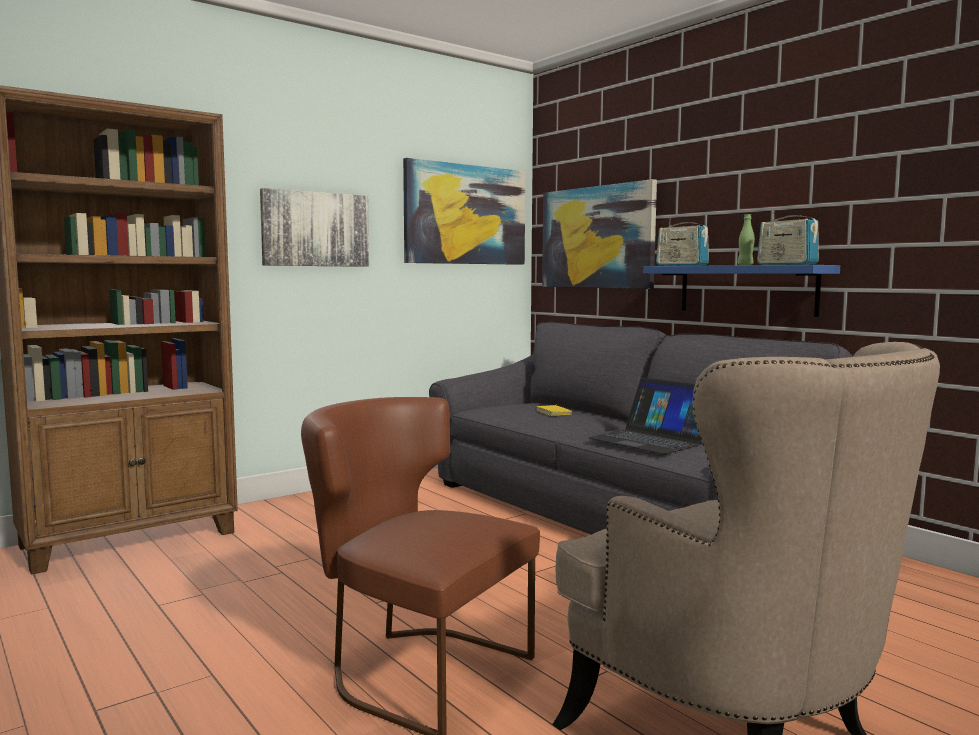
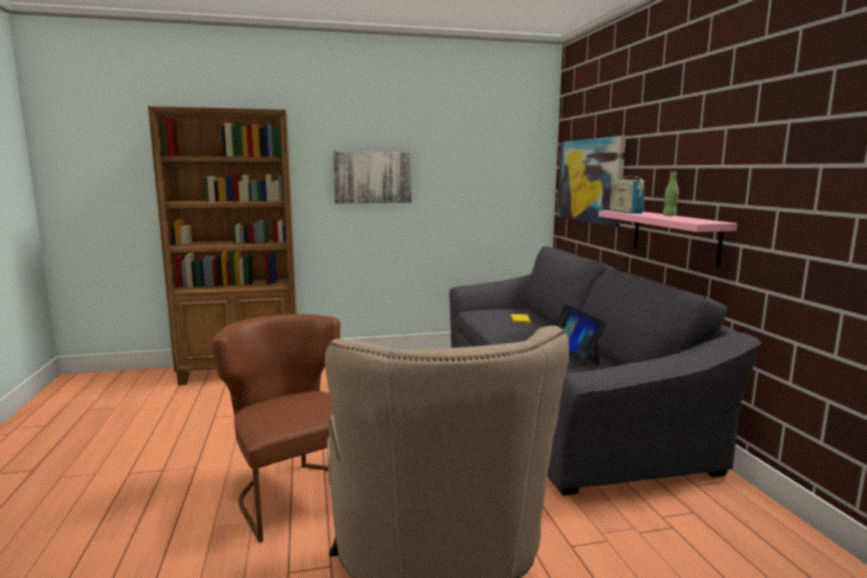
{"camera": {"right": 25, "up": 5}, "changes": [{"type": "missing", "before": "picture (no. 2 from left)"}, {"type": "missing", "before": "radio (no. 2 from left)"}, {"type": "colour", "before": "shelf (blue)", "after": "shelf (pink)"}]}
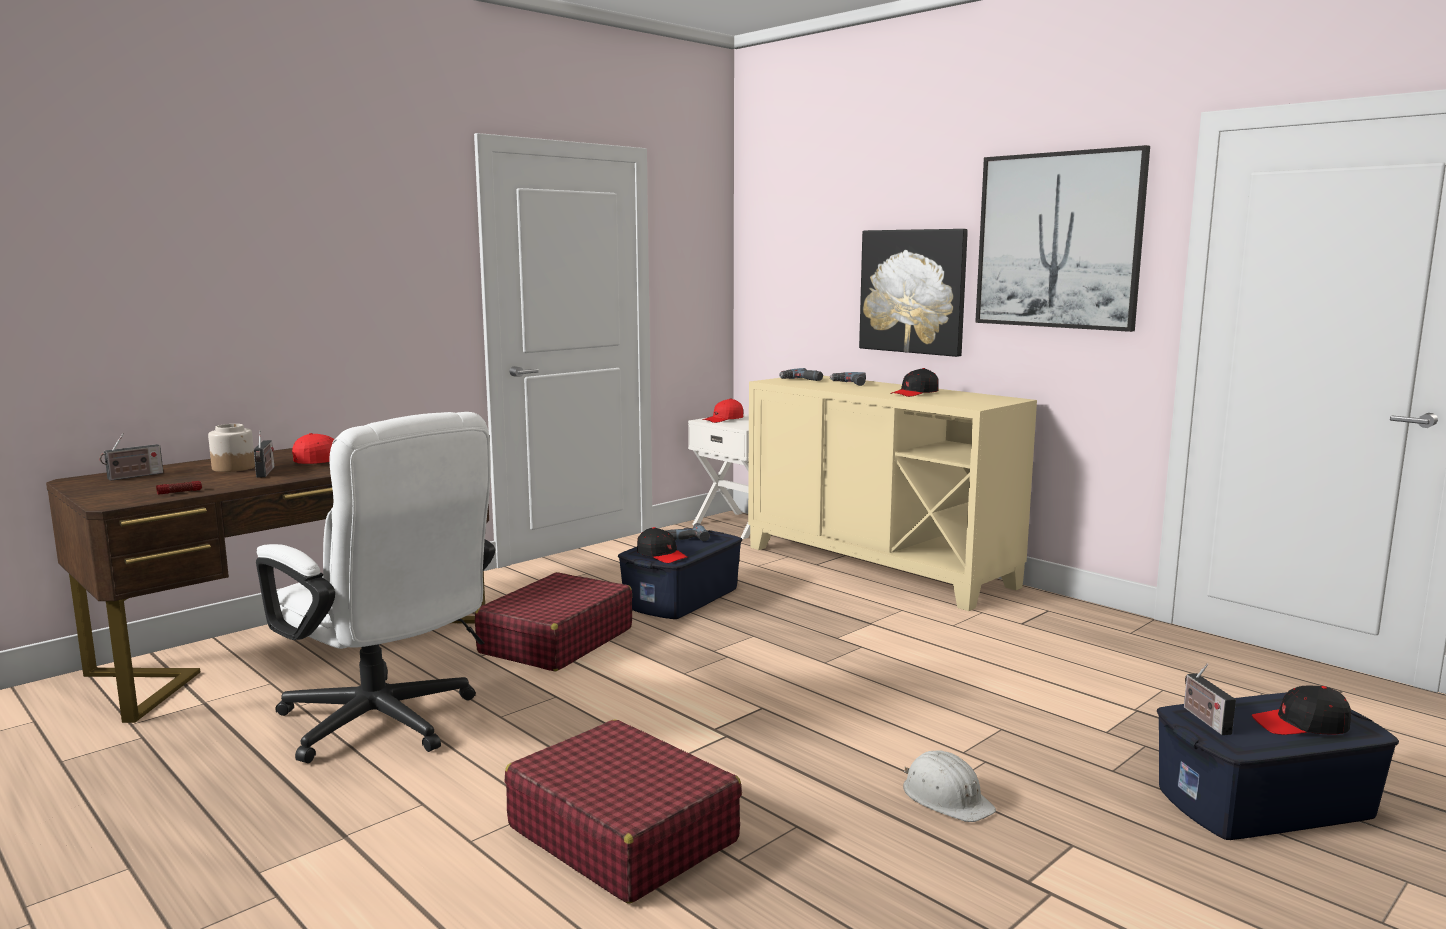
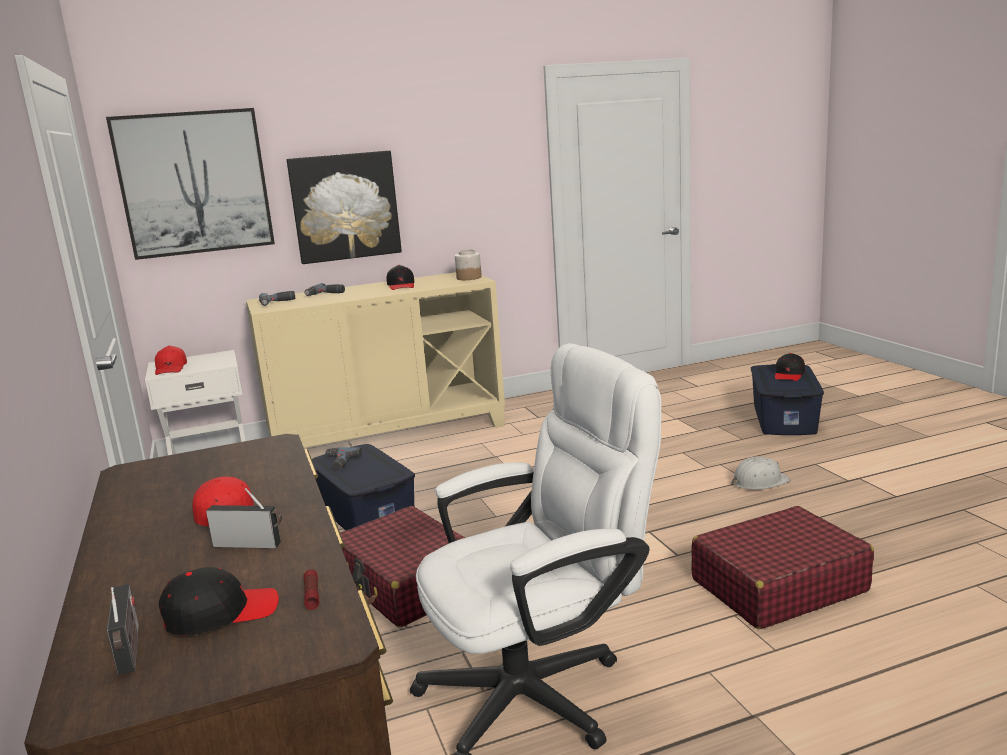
{"camera": {"right": -65, "up": 5}, "changes": [{"type": "relocated", "before": "picture (no. 2 from left in the first image)", "after": "picture (no. 1 from left)"}, {"type": "relocated", "before": "jar"}, {"type": "relocated", "before": "cap (black) (no. 1 from left)"}, {"type": "missing", "before": "radio (no. 3 from left)"}]}
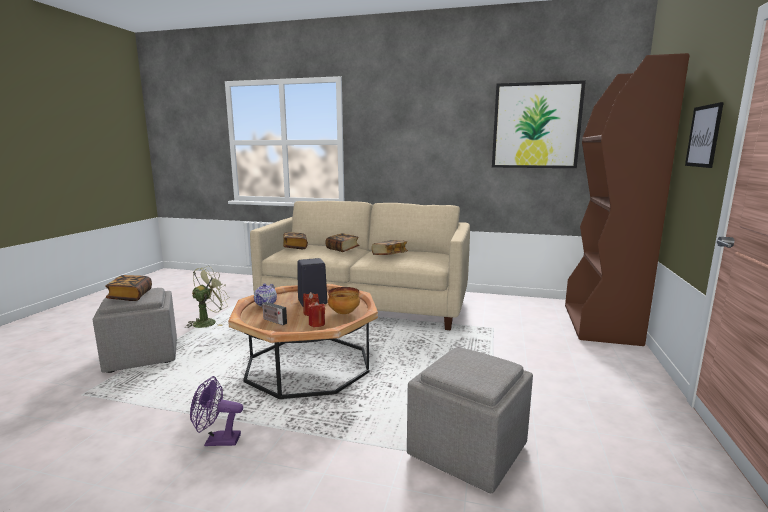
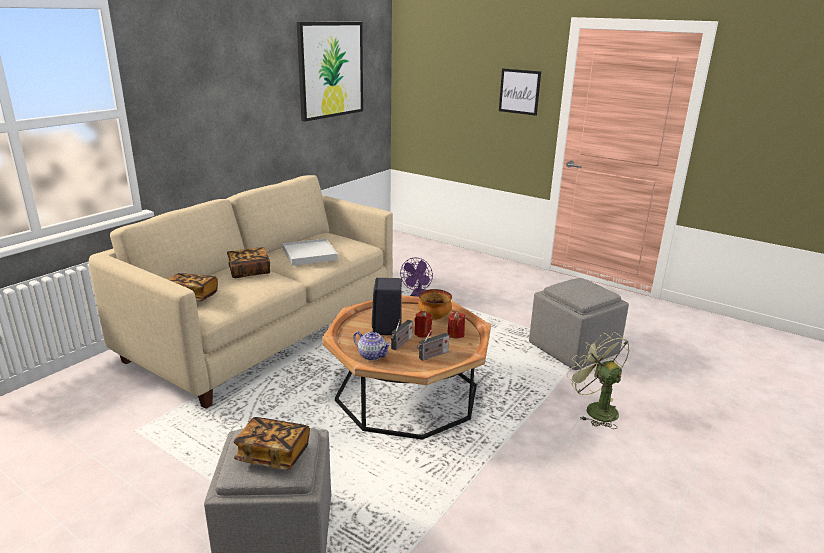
{"camera": {"right": -70, "up": 10}, "changes": [{"type": "missing", "before": "bookcase (brown)"}, {"type": "exchanged", "before": "book (no. 4 from left)", "after": "tray (white)"}, {"type": "relocated", "before": "fan (green)"}, {"type": "relocated", "before": "fan (purple)"}, {"type": "appeared", "after": "radio (no. 1 from left)"}]}
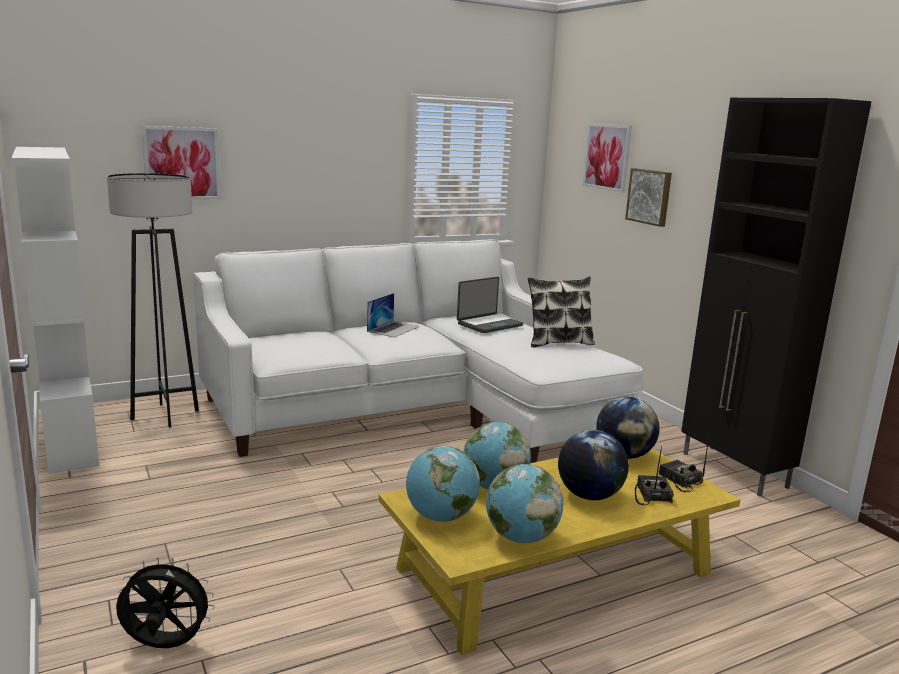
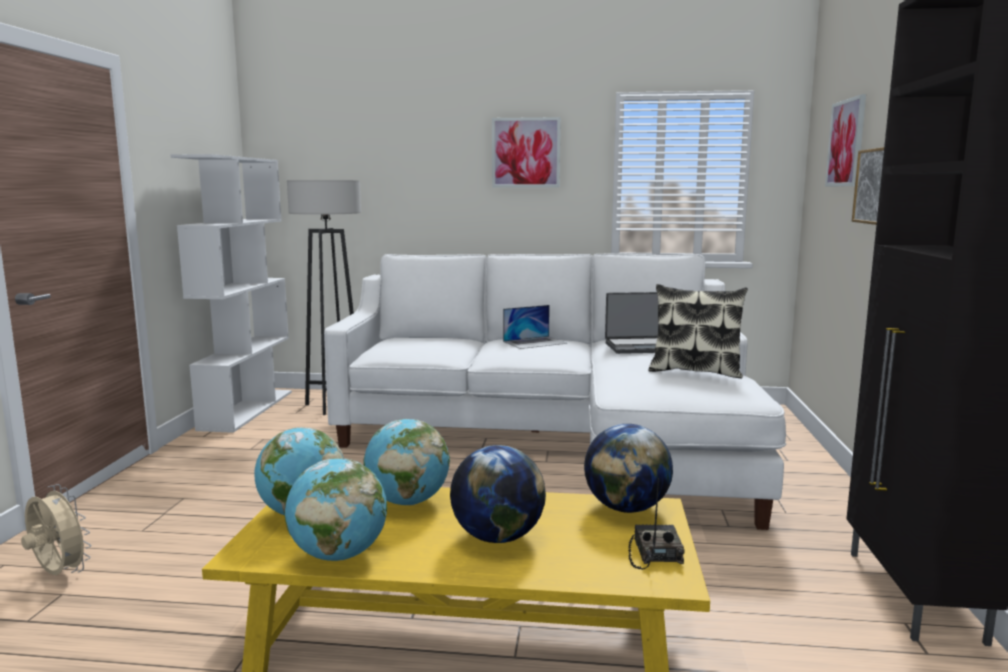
{"camera": {"right": 35, "up": -5}, "changes": [{"type": "relocated", "before": "picture (no. 1 from left)"}, {"type": "missing", "before": "radio (no. 1 from left)"}, {"type": "colour", "before": "fan (black)", "after": "fan (beige)"}]}
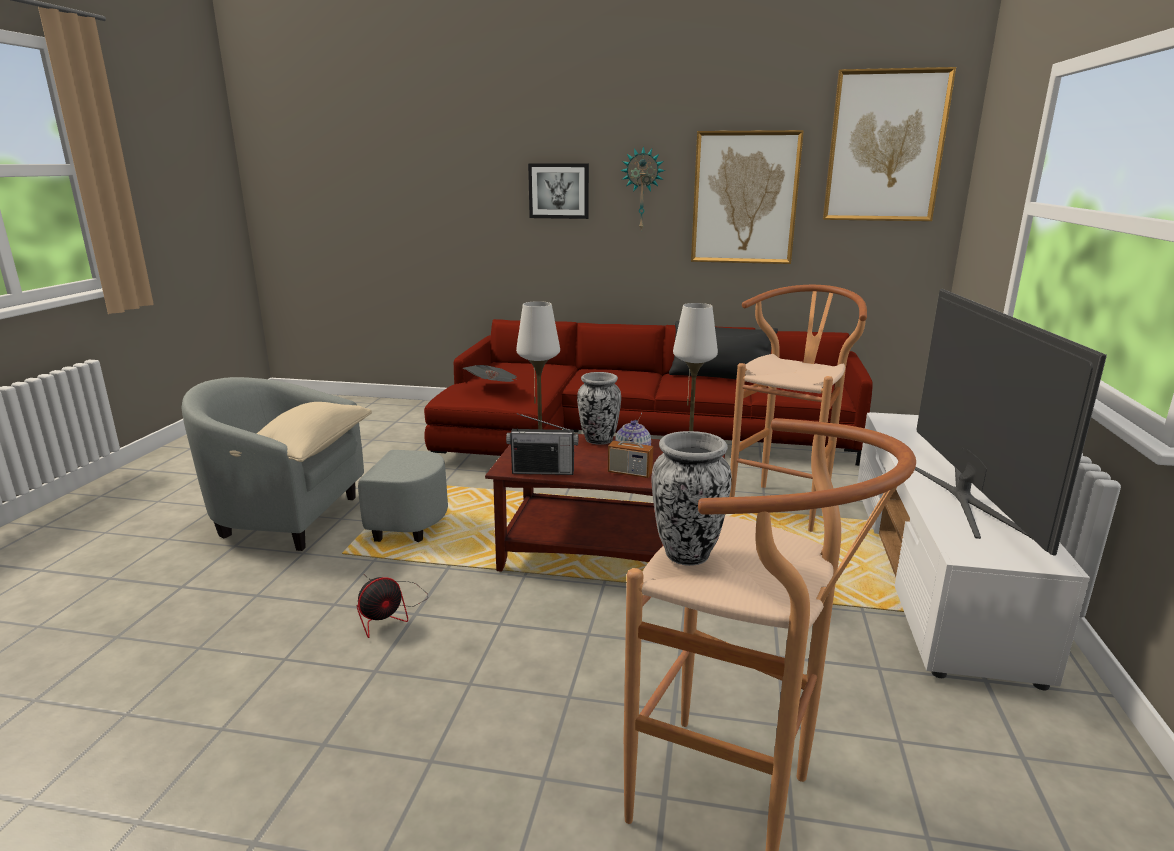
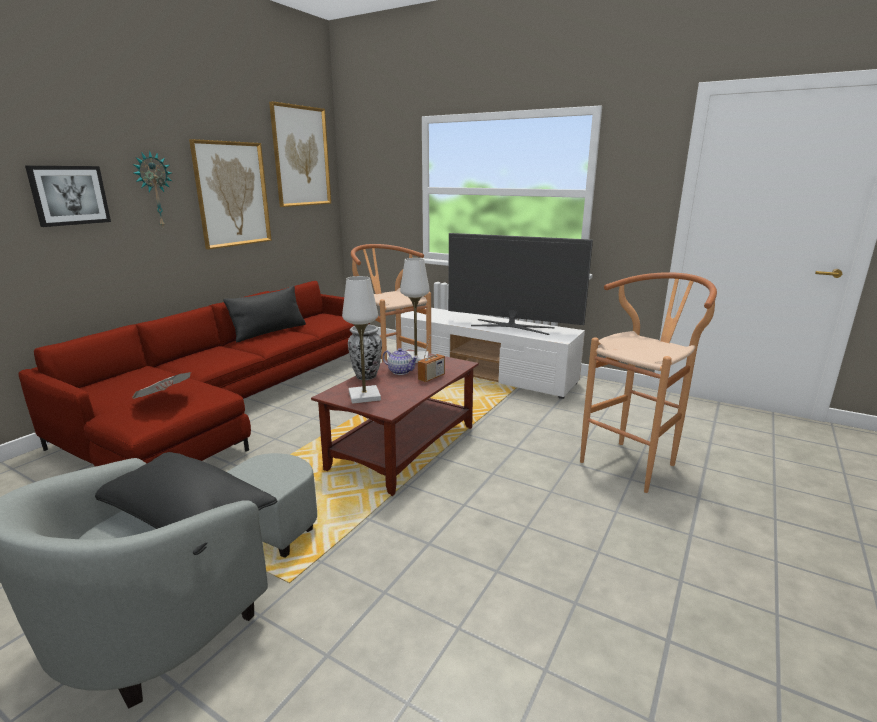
{"camera": {"right": -70, "up": 0}, "changes": [{"type": "colour", "before": "pillow (beige)", "after": "pillow (black) (no. 1 from left)"}, {"type": "missing", "before": "radio (no. 1 from left)"}, {"type": "missing", "before": "vase (no. 2 from left)"}, {"type": "missing", "before": "fan"}]}
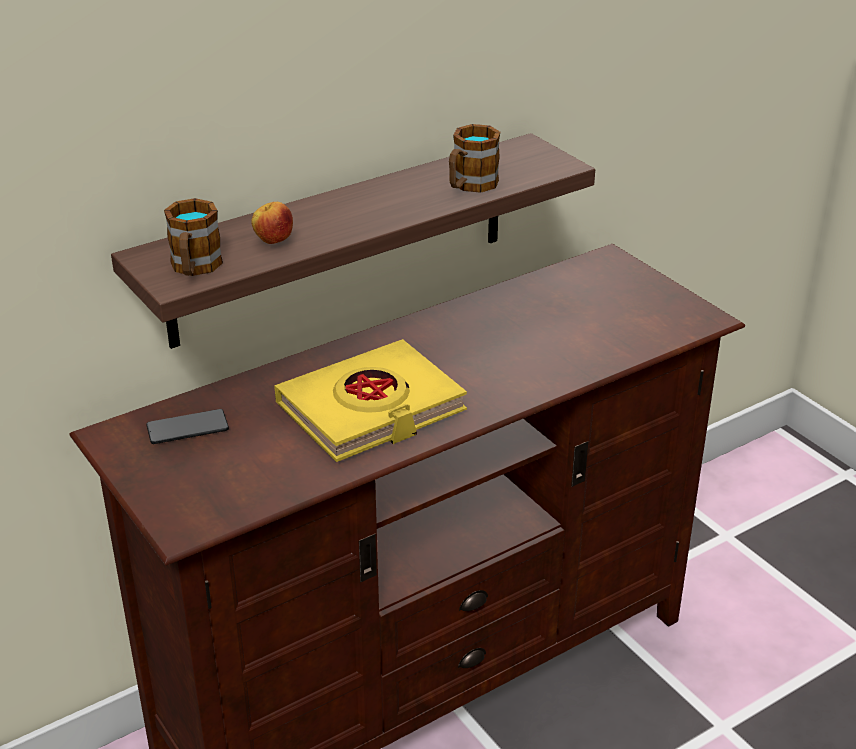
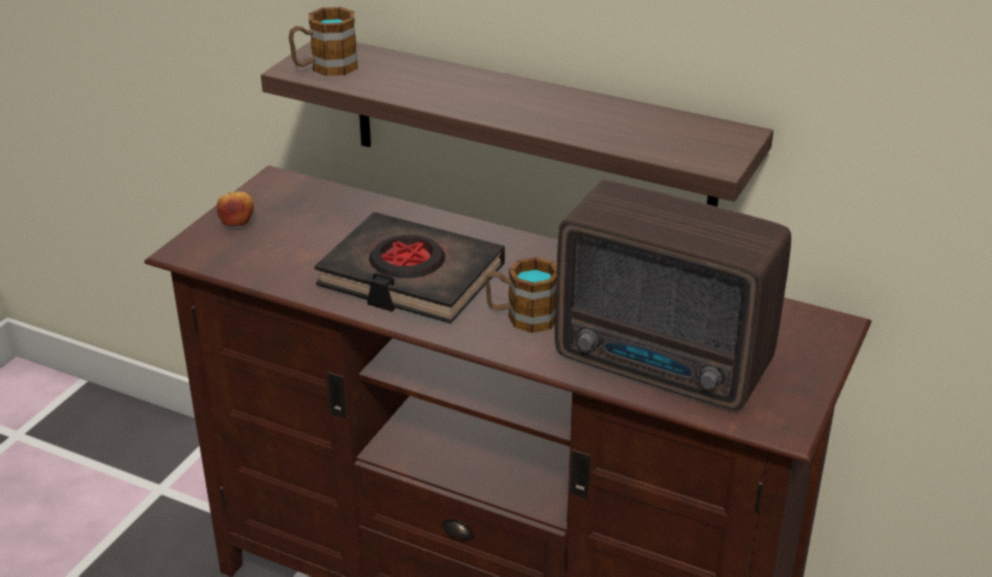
{"camera": {"right": 60, "up": 0}, "changes": [{"type": "relocated", "before": "mug (no. 2 from left)"}, {"type": "relocated", "before": "apple"}, {"type": "colour", "before": "book (yellow)", "after": "book (black)"}, {"type": "missing", "before": "phone"}, {"type": "appeared", "after": "radio"}]}
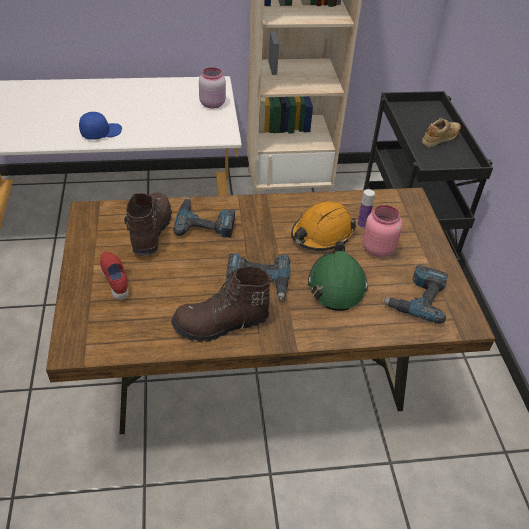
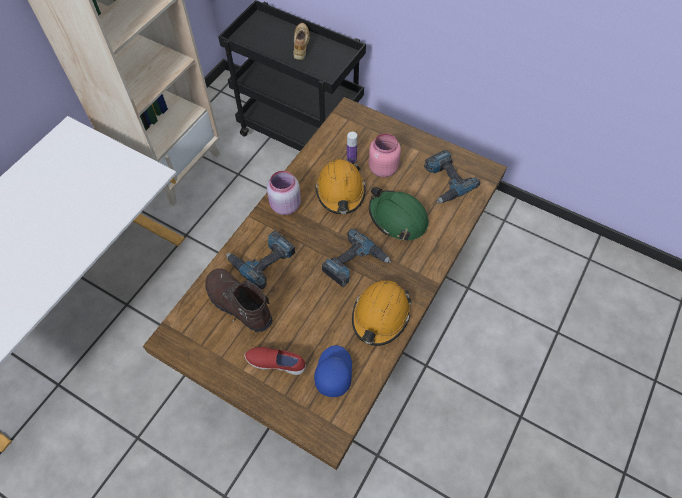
{"camera": {"right": -50, "up": 15}, "changes": [{"type": "relocated", "before": "jar (pink) (no. 1 from left)"}, {"type": "relocated", "before": "cap (blue)"}, {"type": "exchanged", "before": "boot (brown) (no. 2 from left)", "after": "hard hat (orange) (no. 2 from left)"}]}
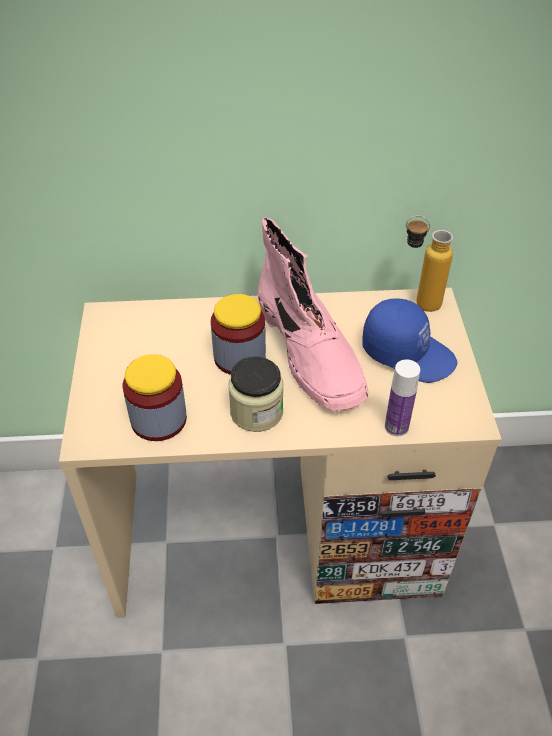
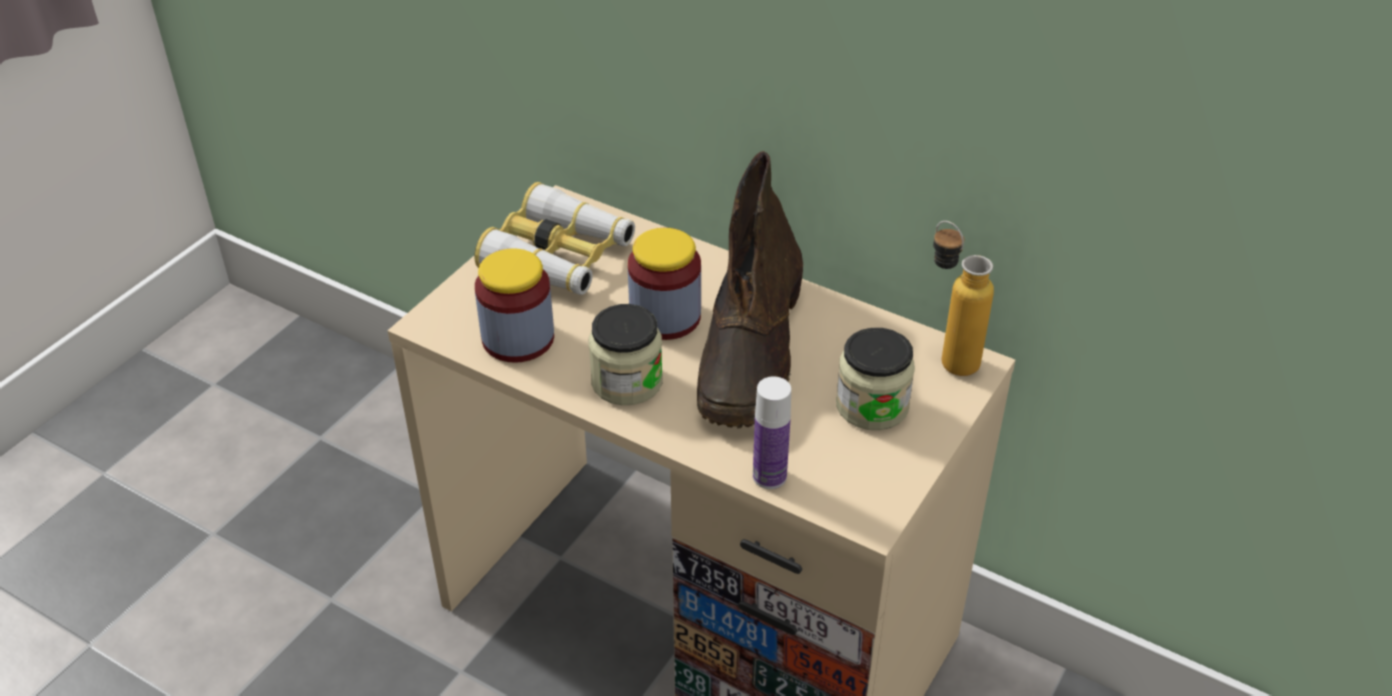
{"camera": {"right": 35, "up": -5}, "changes": [{"type": "colour", "before": "boot (pink)", "after": "boot (brown)"}, {"type": "exchanged", "before": "cap (blue)", "after": "jar (no. 4 from left)"}, {"type": "appeared", "after": "binoculars"}]}
